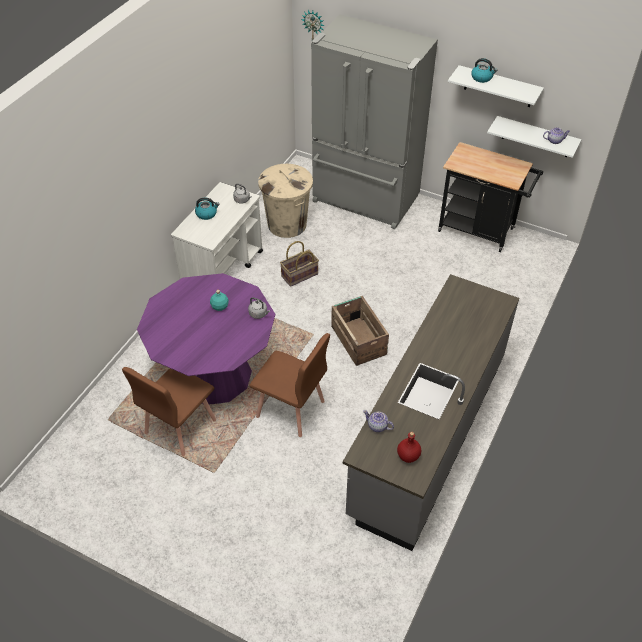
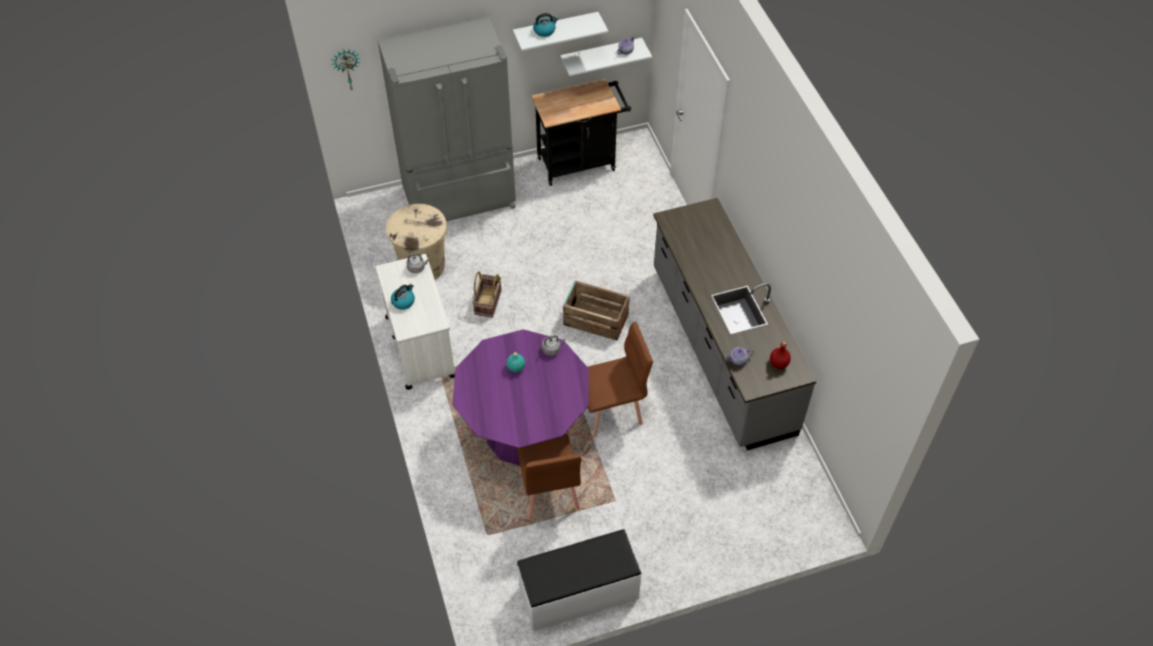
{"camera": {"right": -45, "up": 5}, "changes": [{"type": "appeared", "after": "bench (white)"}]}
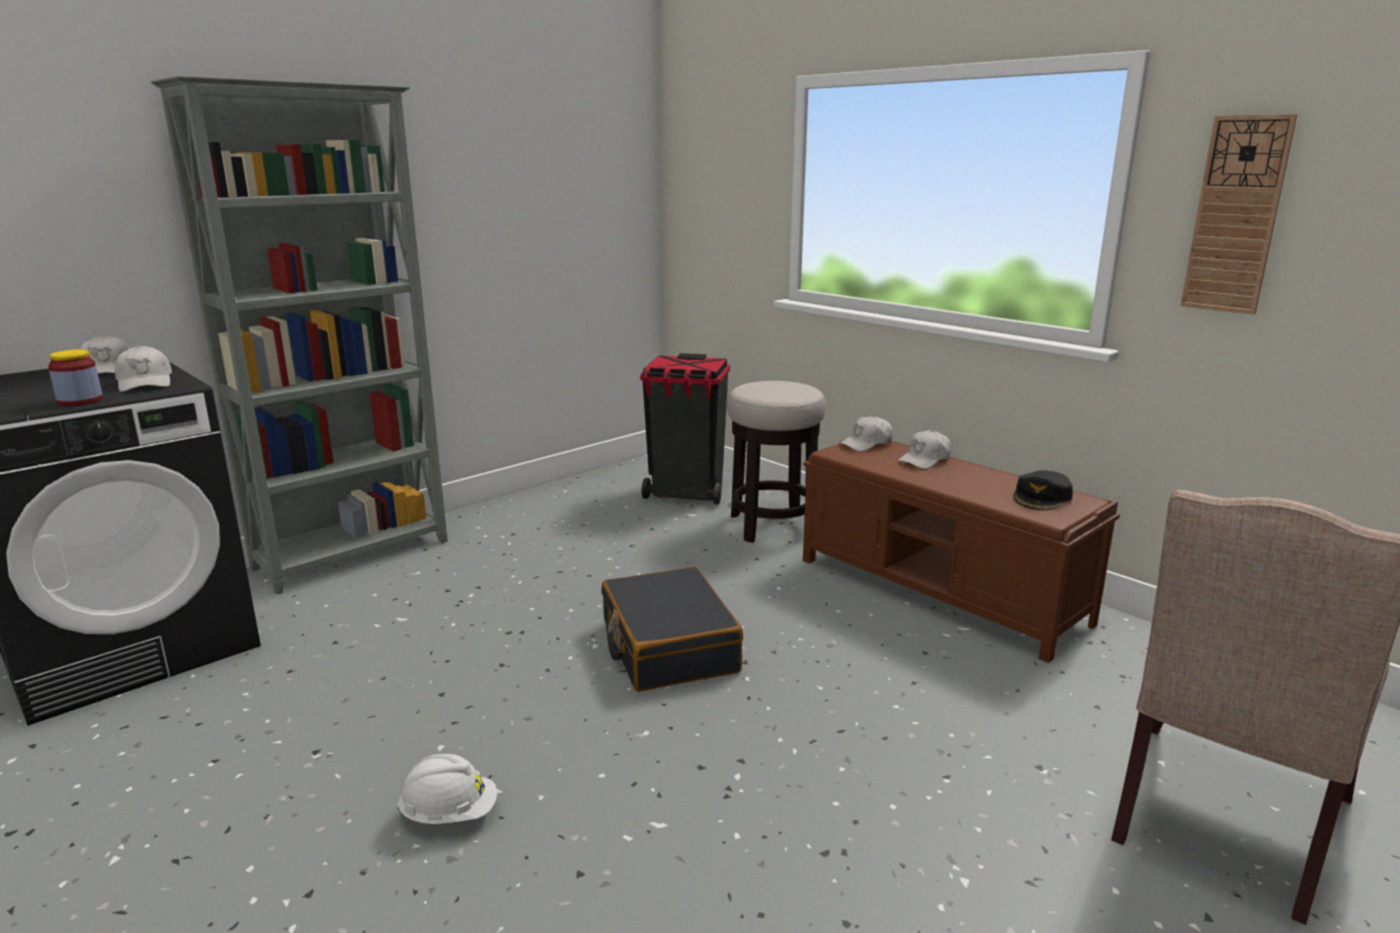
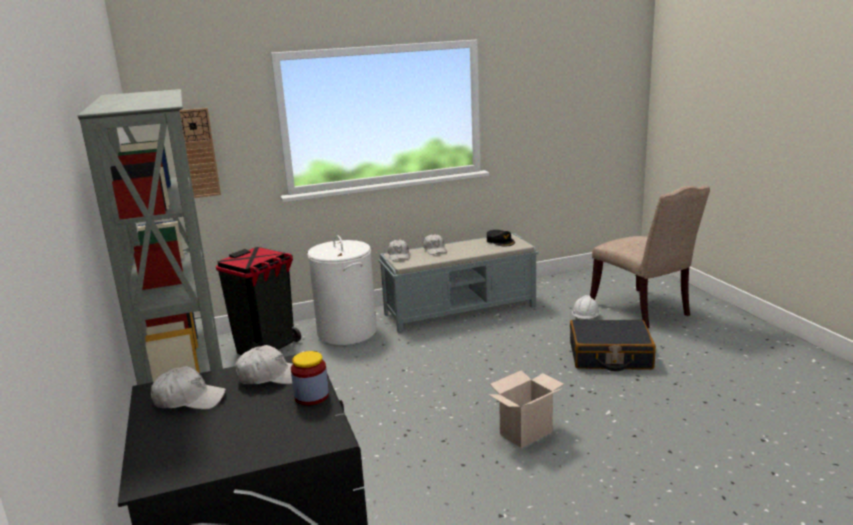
{"camera": {"right": -65, "up": 0}, "changes": [{"type": "relocated", "before": "wall clock"}, {"type": "exchanged", "before": "stool", "after": "laundry basket (white)"}, {"type": "colour", "before": "bench (brown)", "after": "bench (grey)"}, {"type": "relocated", "before": "suitcase (black)"}, {"type": "relocated", "before": "hard hat (white)"}, {"type": "appeared", "after": "cardboard box"}]}
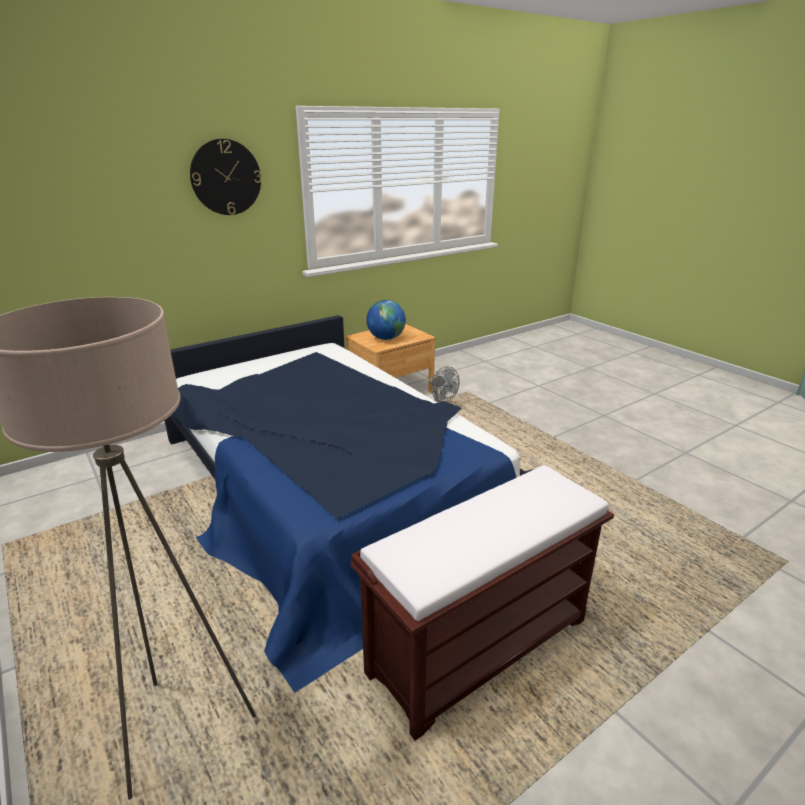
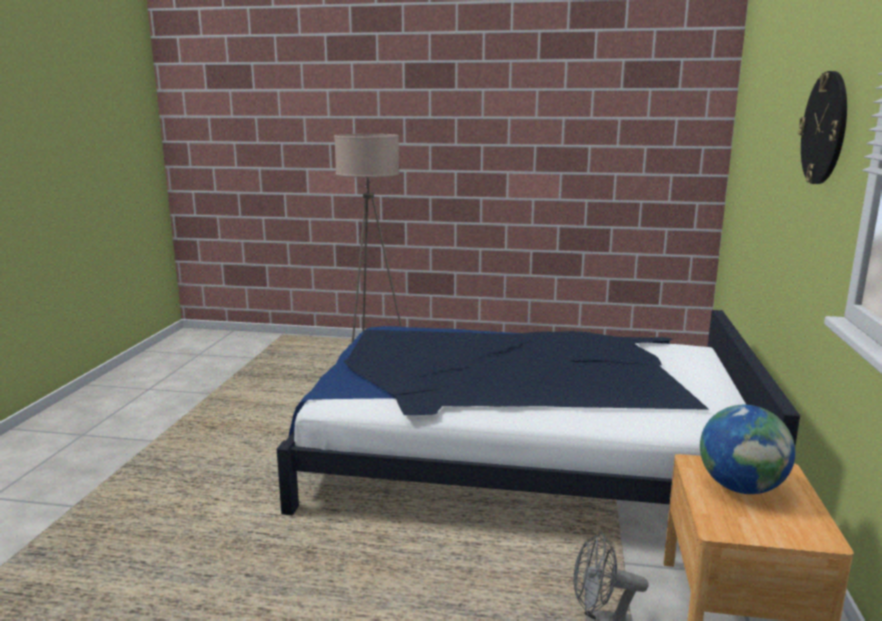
{"camera": {"right": 135, "up": -10}, "changes": [{"type": "missing", "before": "bench (brown)"}]}
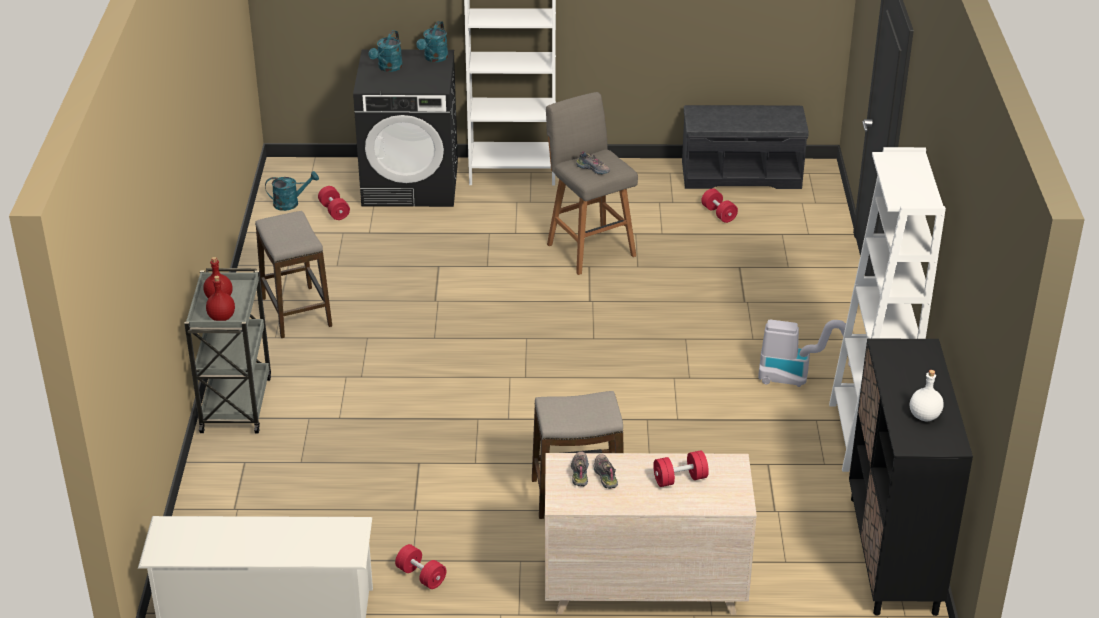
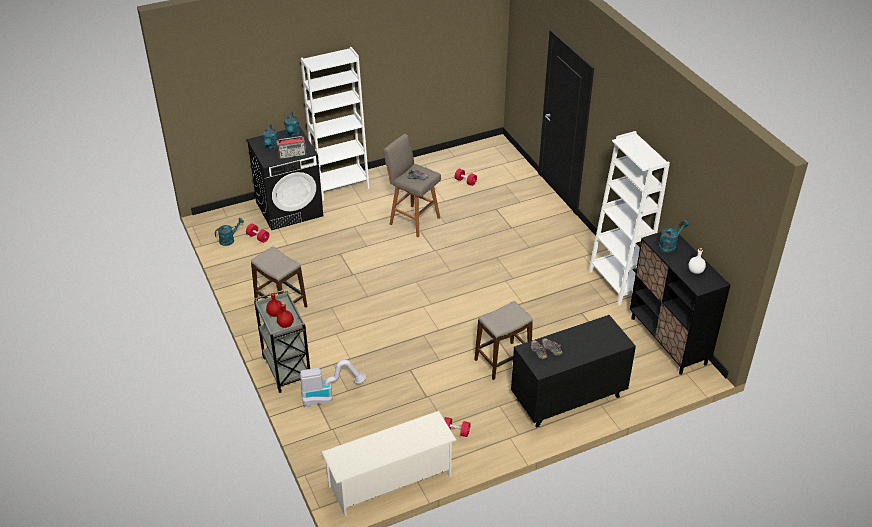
{"camera": {"right": -25, "up": 5}, "changes": [{"type": "missing", "before": "bench (grey)"}, {"type": "relocated", "before": "vacuum cleaner"}, {"type": "missing", "before": "dumbbell (red) (no. 3 from left)"}, {"type": "colour", "before": "dresser (beige)", "after": "dresser (black)"}, {"type": "appeared", "after": "radio"}, {"type": "appeared", "after": "watering can (turquoise) (no. 4 from left)"}]}
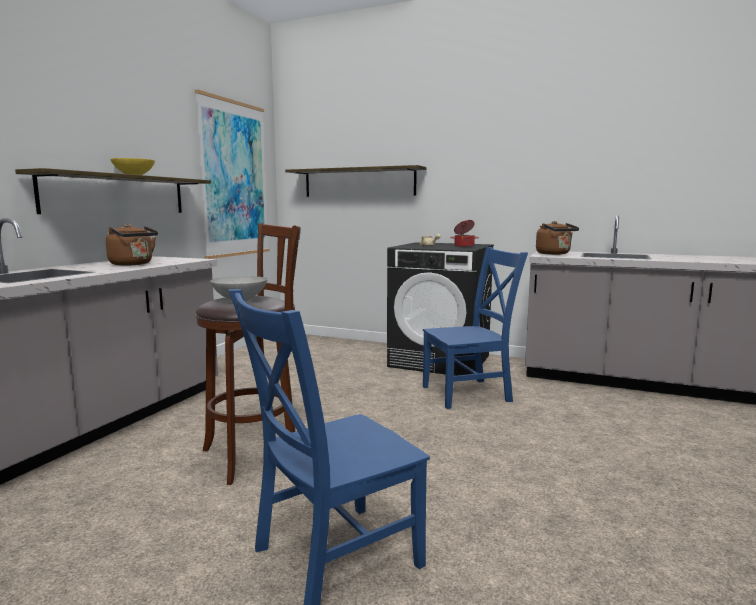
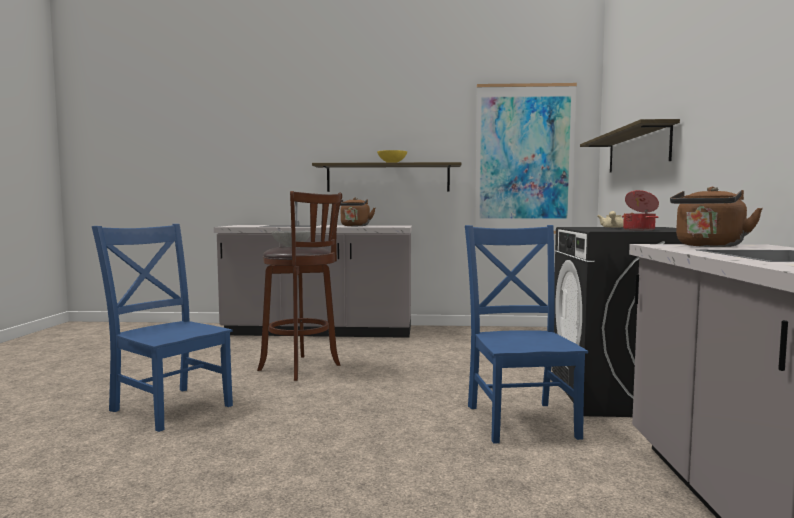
{"camera": {"right": 70, "up": -5}, "changes": [{"type": "spun", "before": "chair (blue) (no. 2 from left)", "turn": -150}]}
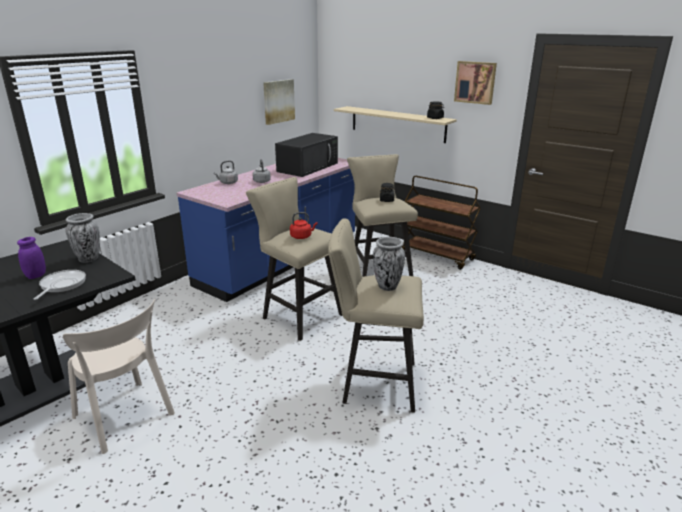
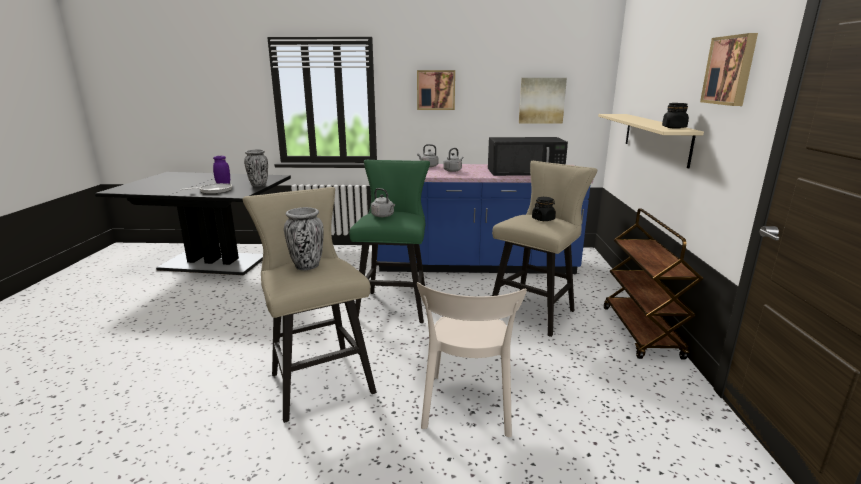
{"camera": {"right": 55, "up": -5}, "changes": [{"type": "colour", "before": "stool (beige) (no. 1 from left)", "after": "stool (green)"}, {"type": "colour", "before": "kettle (red)", "after": "kettle (grey) (no. 1 from left)"}, {"type": "relocated", "before": "chair (beige)"}, {"type": "appeared", "after": "picture (no. 1 from left)"}]}
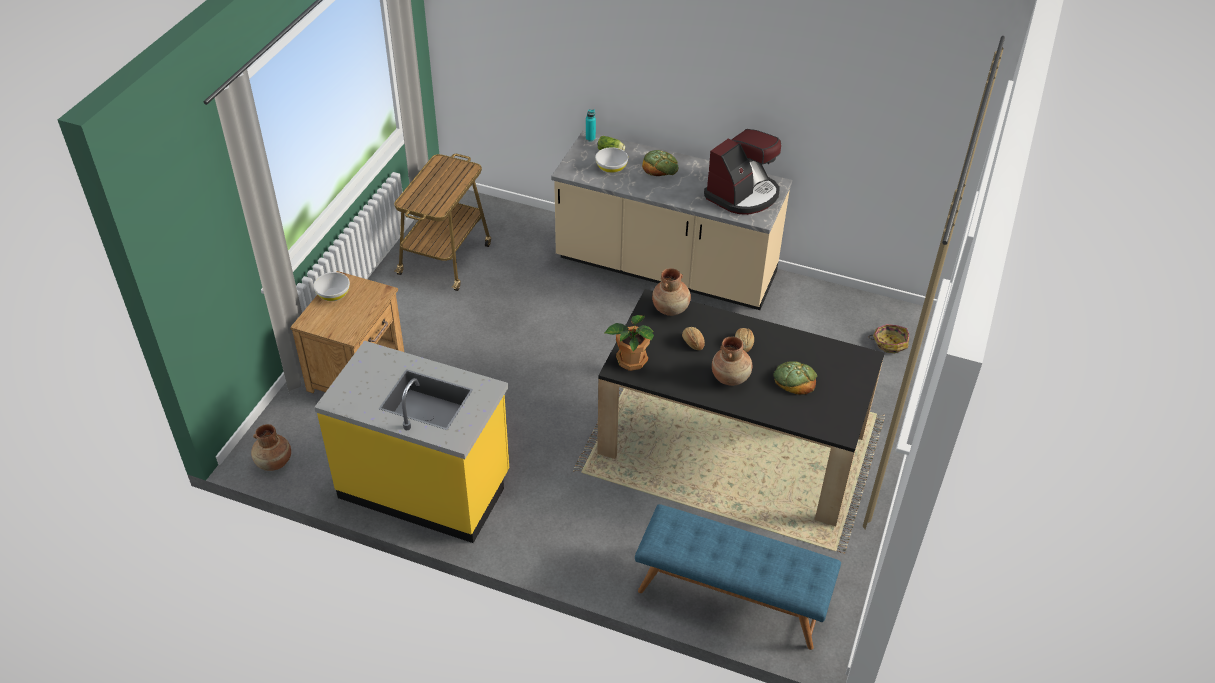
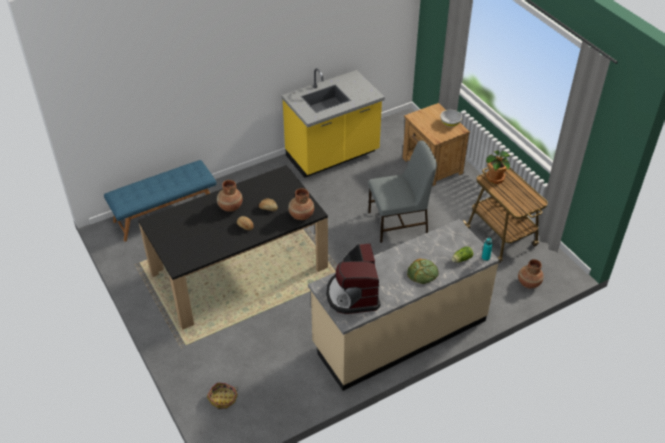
{"camera": {"right": 130, "up": 0}, "changes": [{"type": "missing", "before": "bowl (white) (no. 2 from left)"}, {"type": "relocated", "before": "potted plant"}, {"type": "missing", "before": "bread (no. 4 from left)"}, {"type": "relocated", "before": "vase (brown) (no. 1 from left in the first image)", "after": "vase (brown) (no. 3 from left)"}, {"type": "appeared", "after": "chair (grey)"}]}
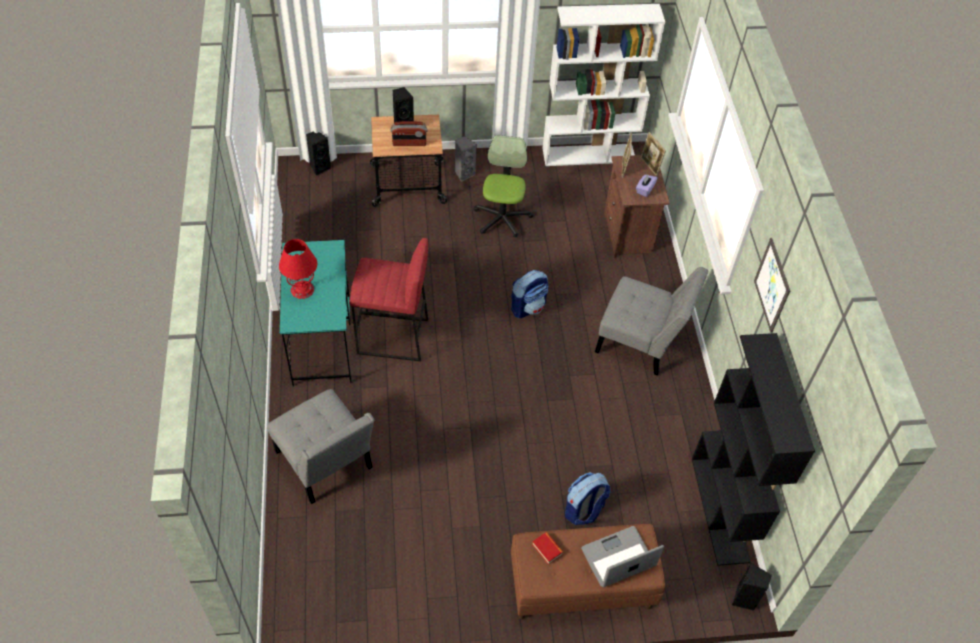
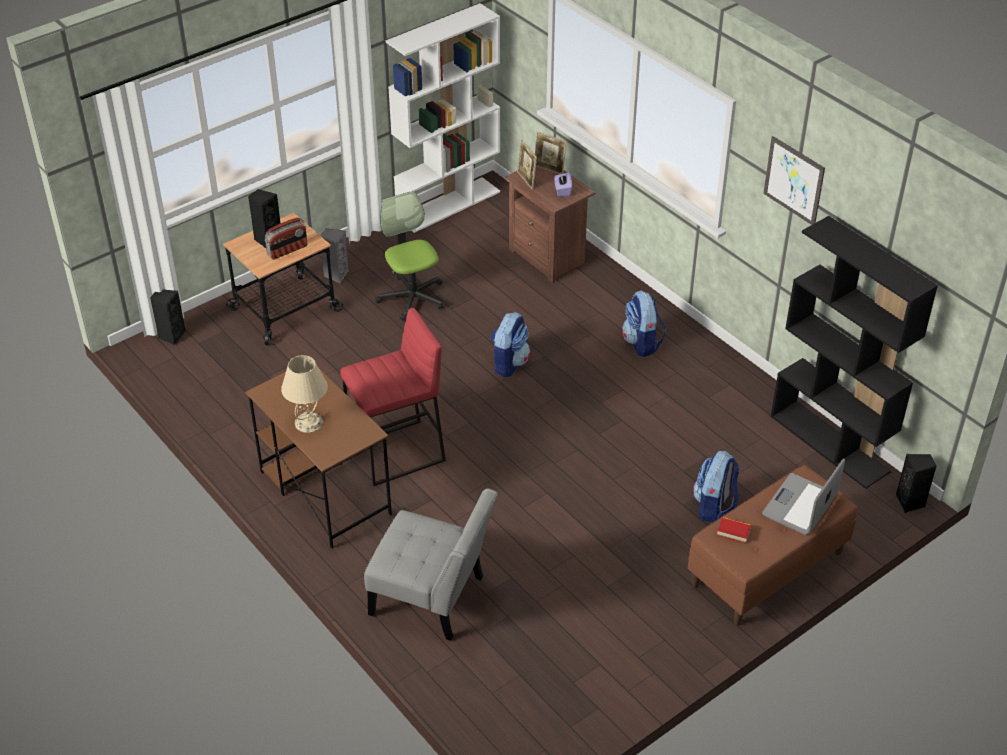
{"camera": {"right": -30, "up": -10}, "changes": [{"type": "colour", "before": "table lamp (red)", "after": "table lamp (beige)"}, {"type": "colour", "before": "desk (turquoise)", "after": "desk (brown)"}, {"type": "exchanged", "before": "chair (grey) (no. 2 from left)", "after": "backpack (no. 2 from left)"}]}
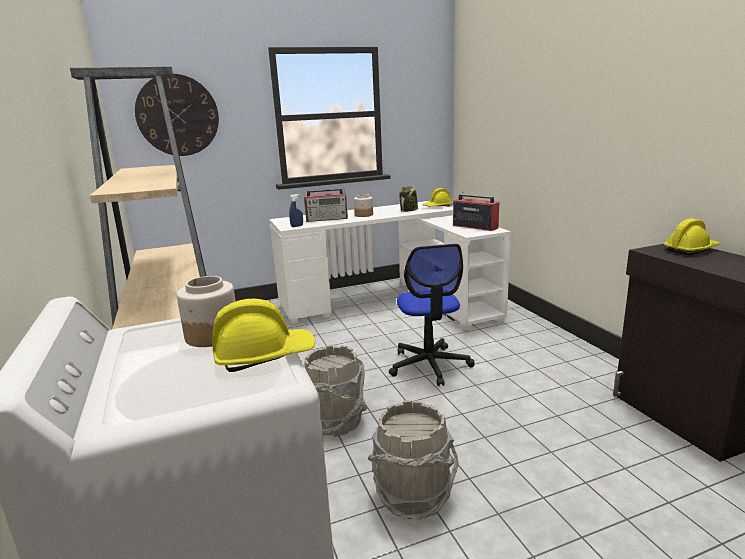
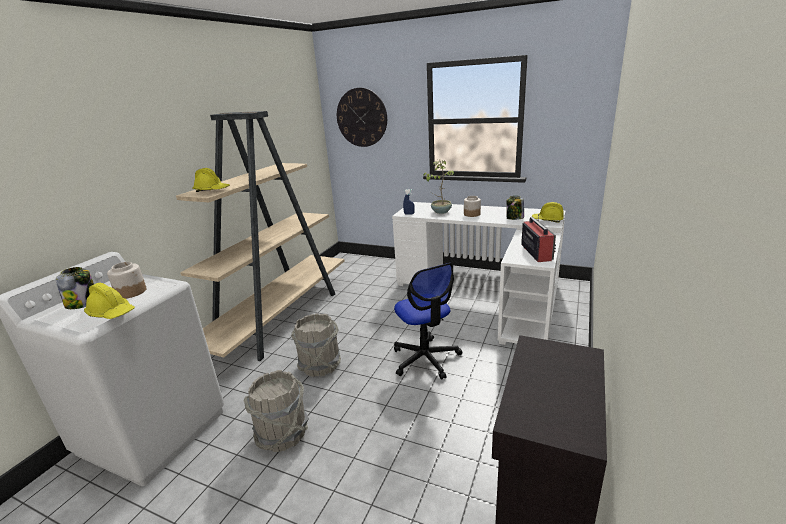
{"camera": {"right": 45, "up": 5}, "changes": [{"type": "exchanged", "before": "radio (no. 1 from left)", "after": "potted plant"}, {"type": "relocated", "before": "hard hat (yellow) (no. 3 from left in the first image)", "after": "hard hat (yellow) (no. 2 from left)"}, {"type": "spun", "before": "office chair", "turn": -60}, {"type": "appeared", "after": "jar (no. 1 from left)"}]}
